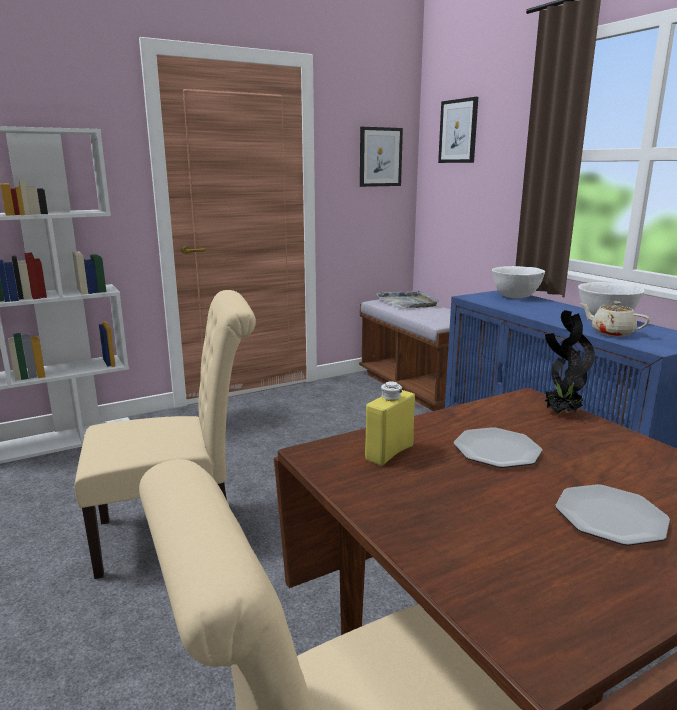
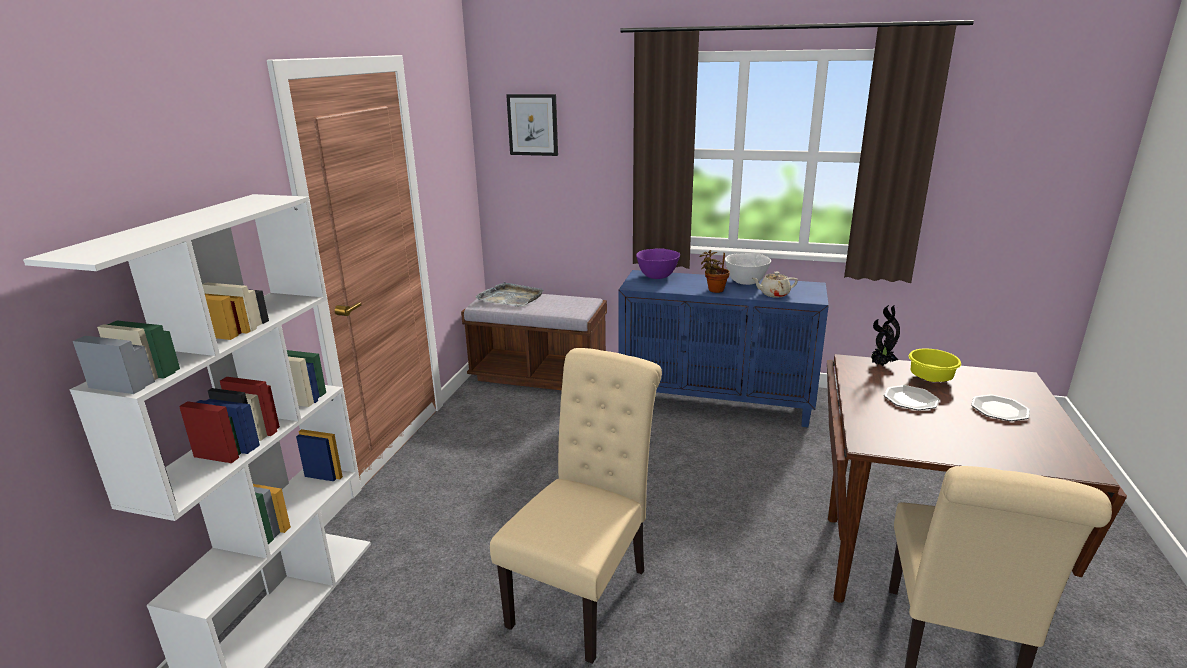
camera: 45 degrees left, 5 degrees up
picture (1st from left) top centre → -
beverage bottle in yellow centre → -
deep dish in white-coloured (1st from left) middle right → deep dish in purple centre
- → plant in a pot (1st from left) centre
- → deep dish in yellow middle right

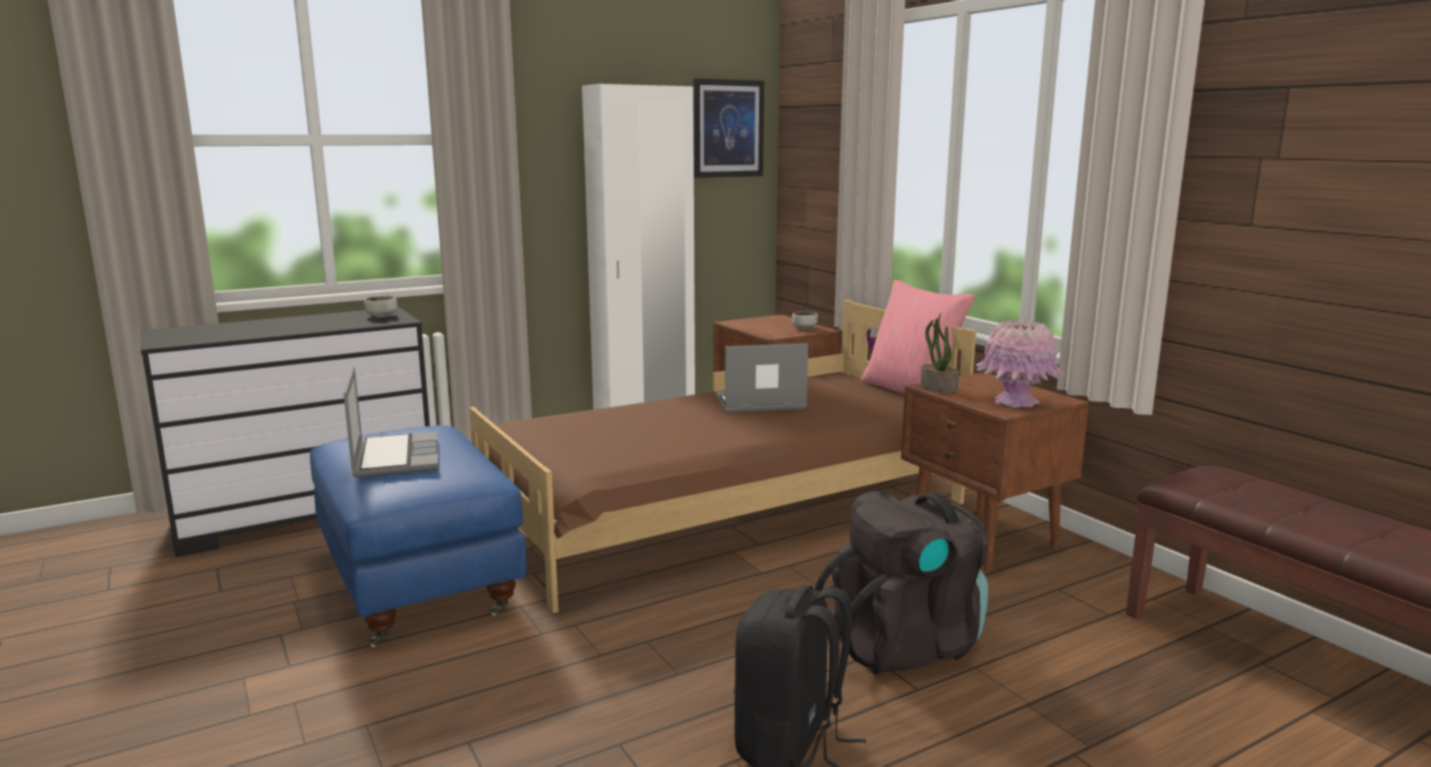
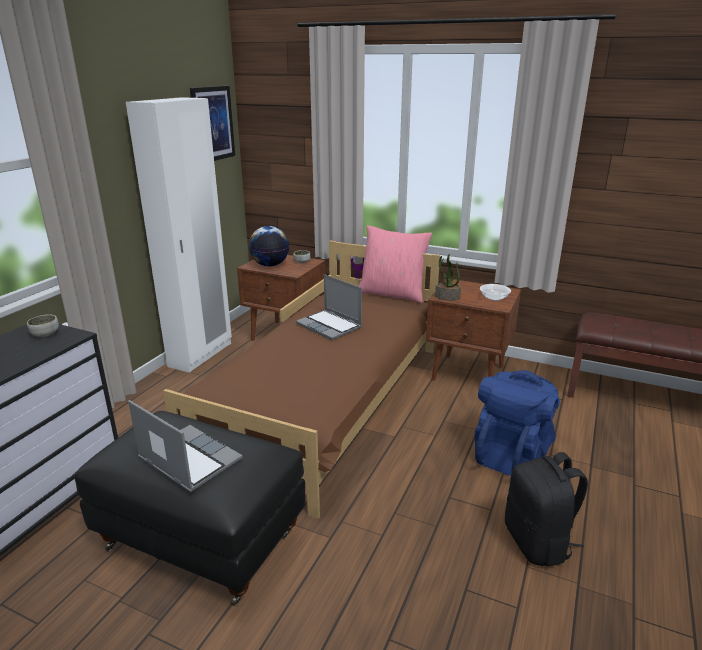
camera: 35 degrees left, 10 degrees up
ottoman in blue bottom left → ottoman in black-coloured bottom left
portable computer (2nd from left) centre, 90 degrees counterclockwise
backpack in black-coloured (2nd from left) bottom centre → backpack in blue middle right
flower vase in pink-coloured middle right → deep dish (3rd from left) middle right
- → world globe centre

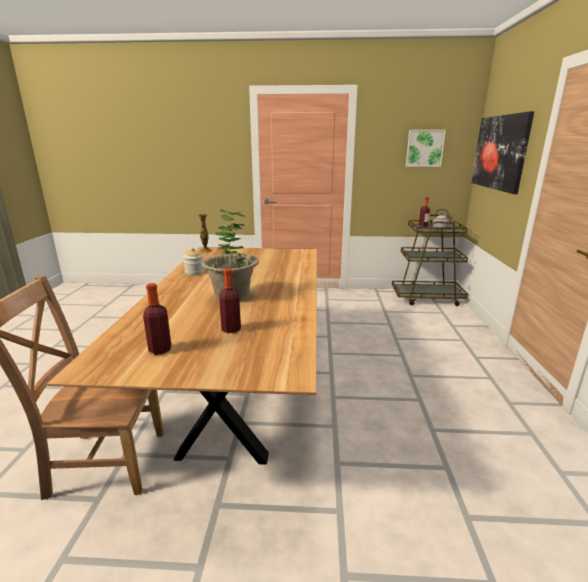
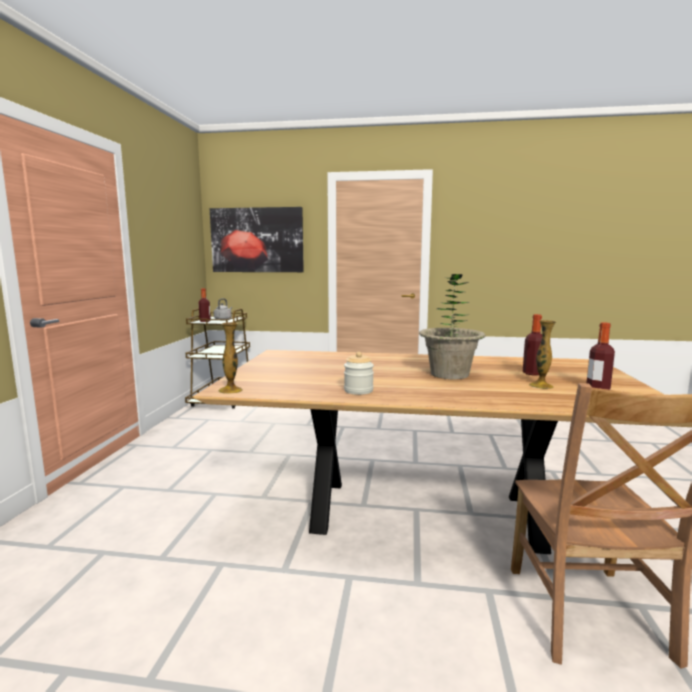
camera: 85 degrees left, 10 degrees down
picture (1st from left) top right → -
- → flower vase (2nd from left) middle right

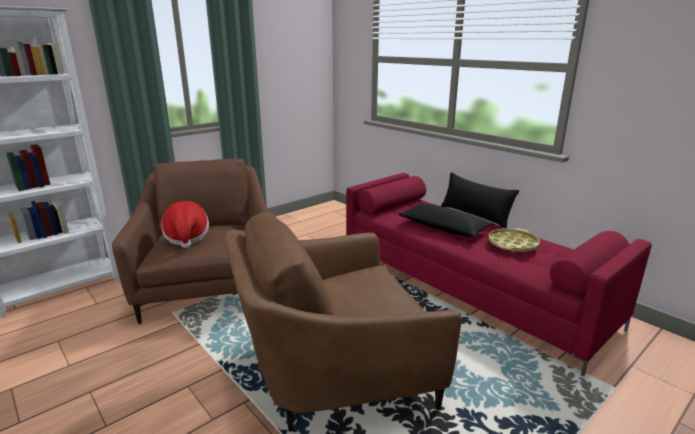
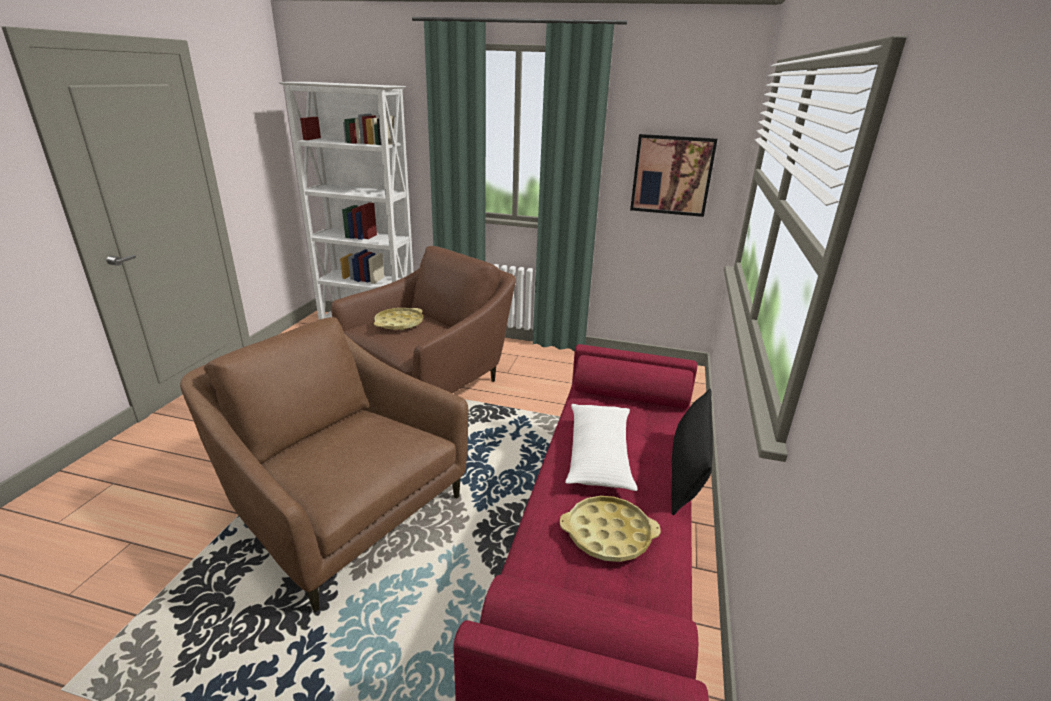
camera: 55 degrees right, 5 degrees up
clothing hat middle left → tray in yellow (1st from left) centre
throw pillow in black-coloured (1st from left) centre → throw pillow in white-coloured centre
- → picture top centre

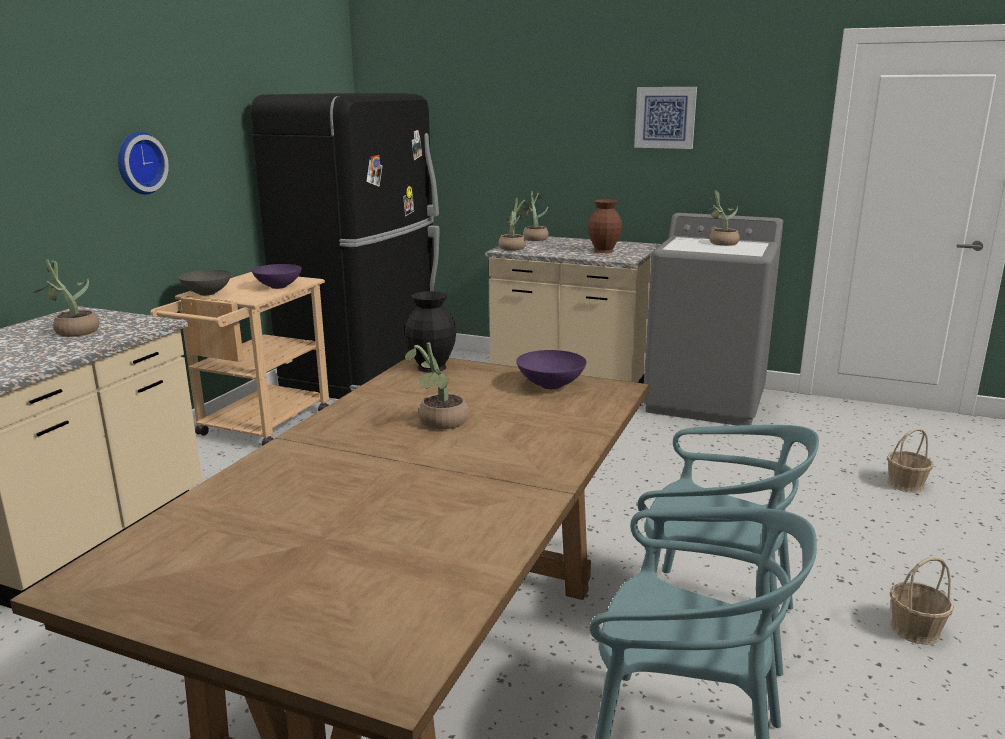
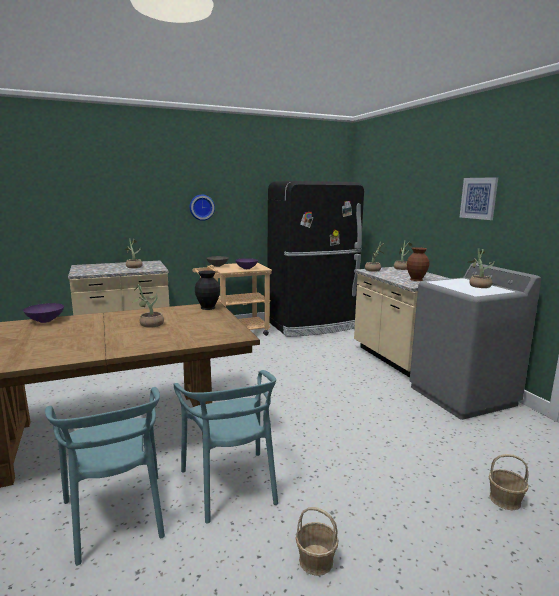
camera: 45 degrees right, 5 degrees down
deep dish in purple (2nd from left in the first image) centre → deep dish in purple (1st from left) middle left, move

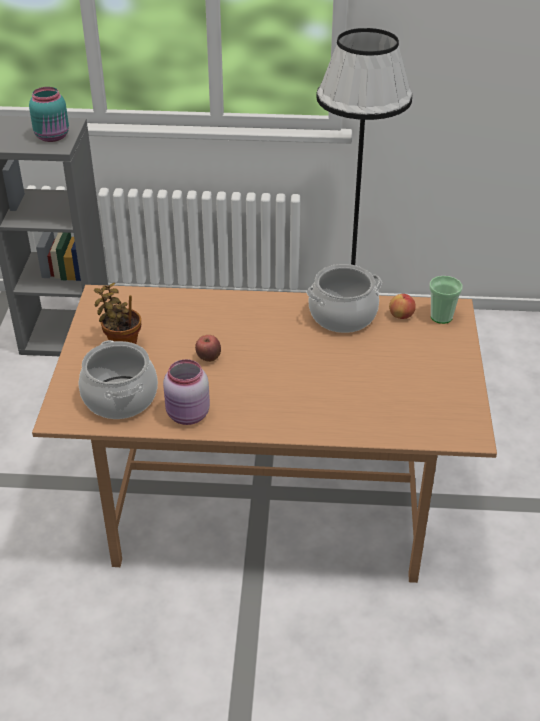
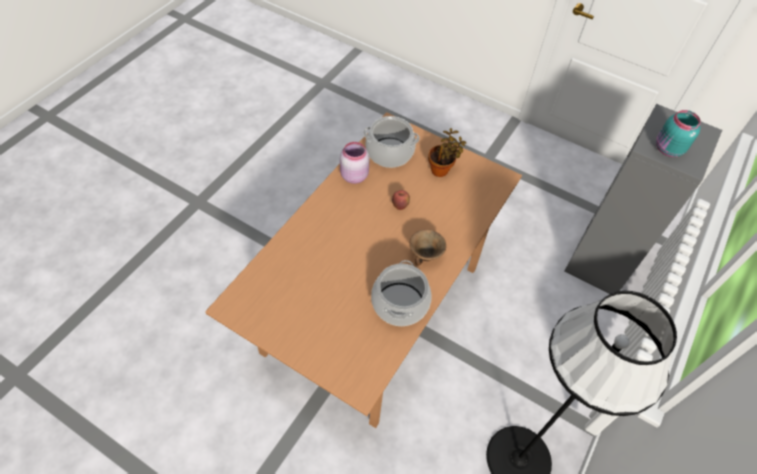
camera: 115 degrees right, 15 degrees up
apple (2nd from left) middle right → -
small cup middle right → -
- → deep dish in brownish centre

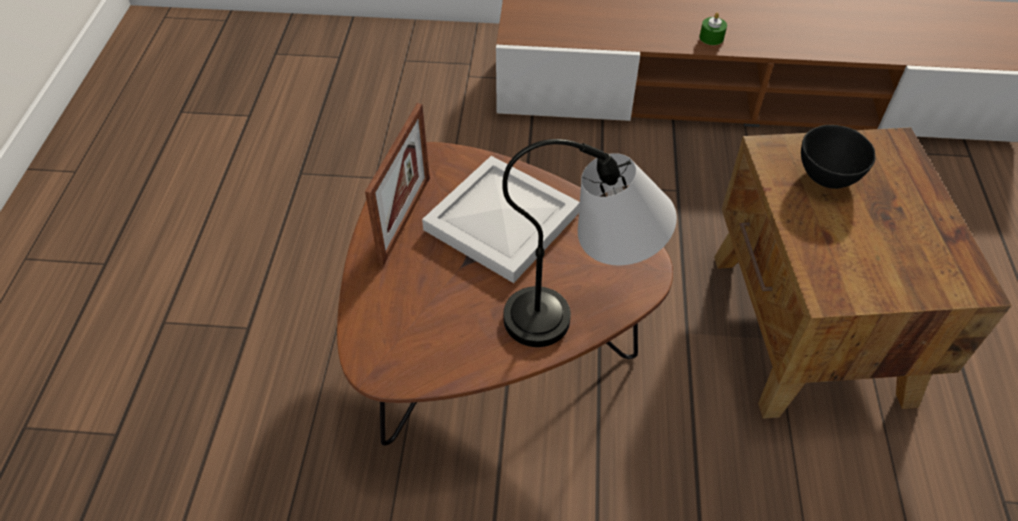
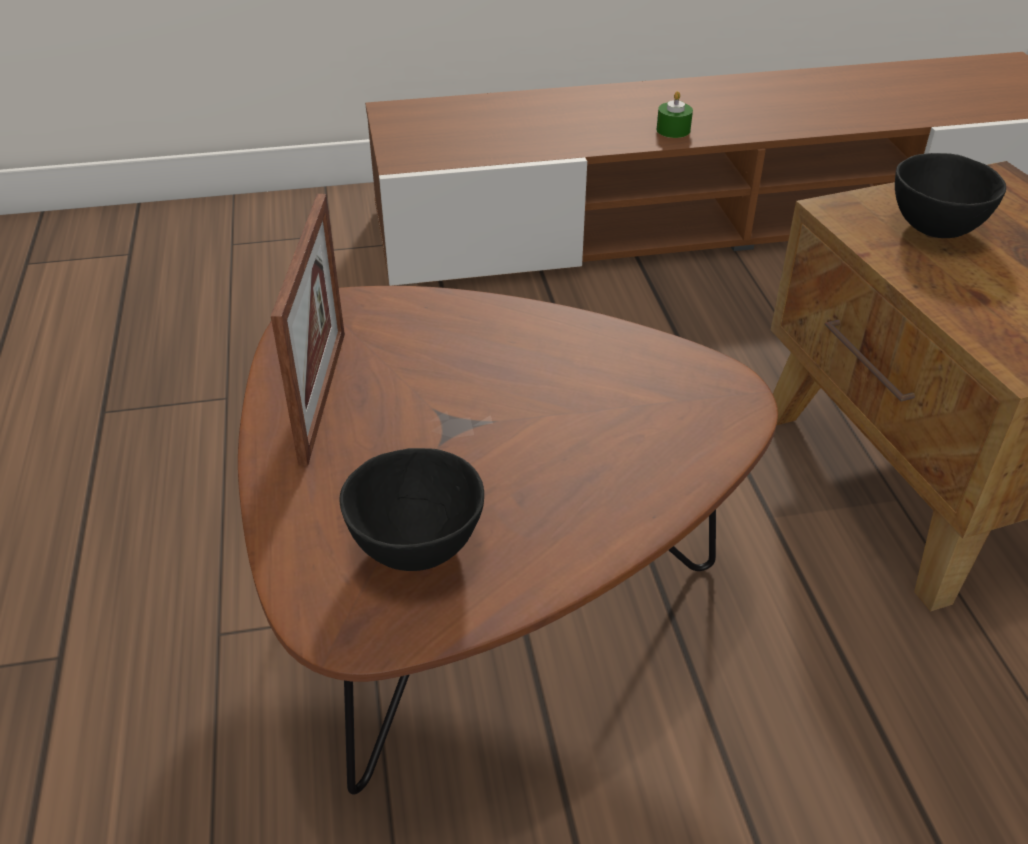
camera: 15 degrees left, 10 degrees down
tray in white-coloured centre → -
tabletop lamp centre → -
- → deep dish in black-coloured (1st from left) centre

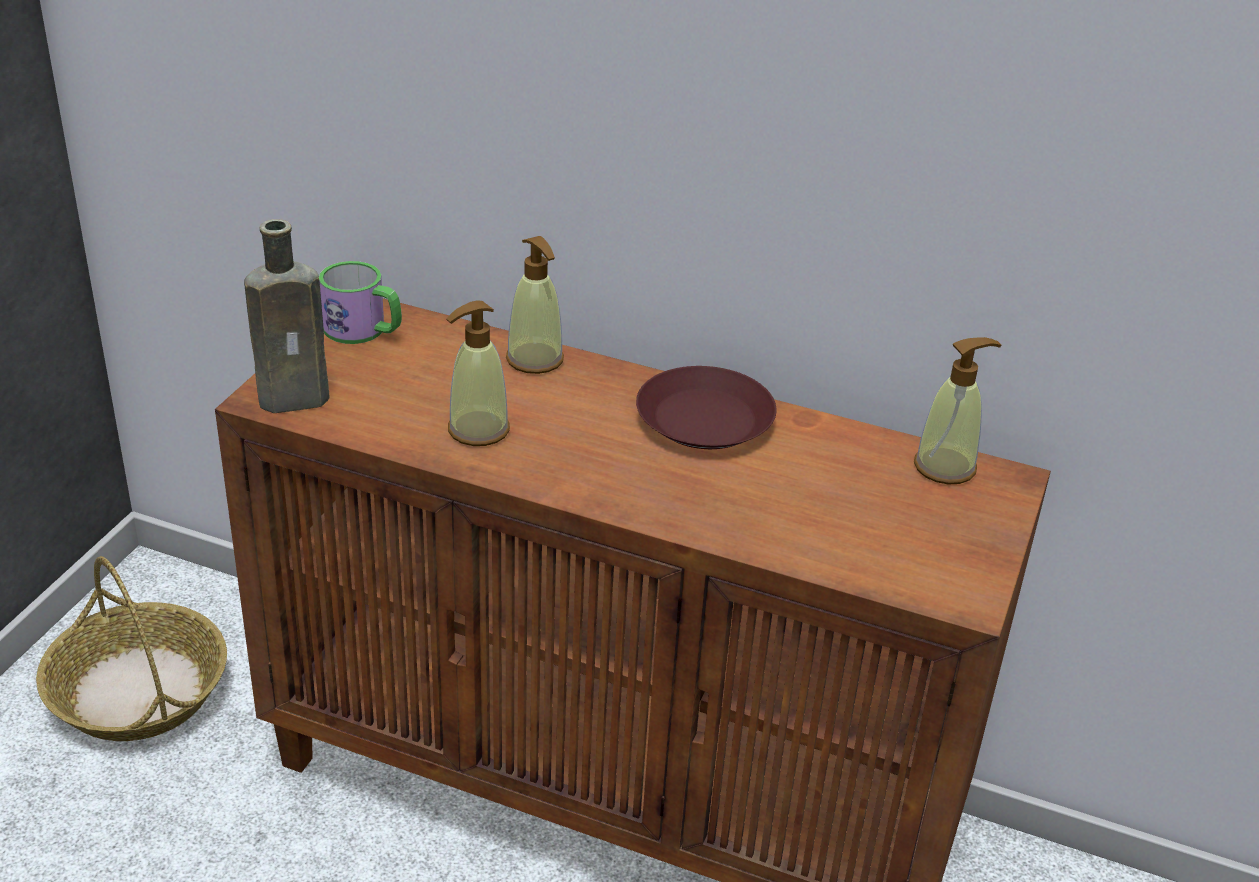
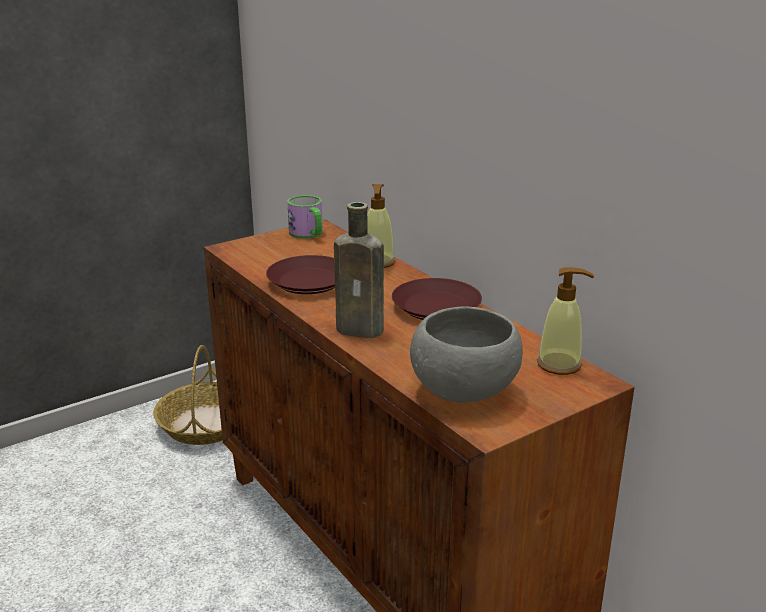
camera: 35 degrees right, 10 degrees down
beverage bottle in brownish middle left → beverage bottle in brownish centre, move
liquid soap bottle (1st from left) centre → flat dish in brownish (1st from left) centre
- → deep dish in greyish centre

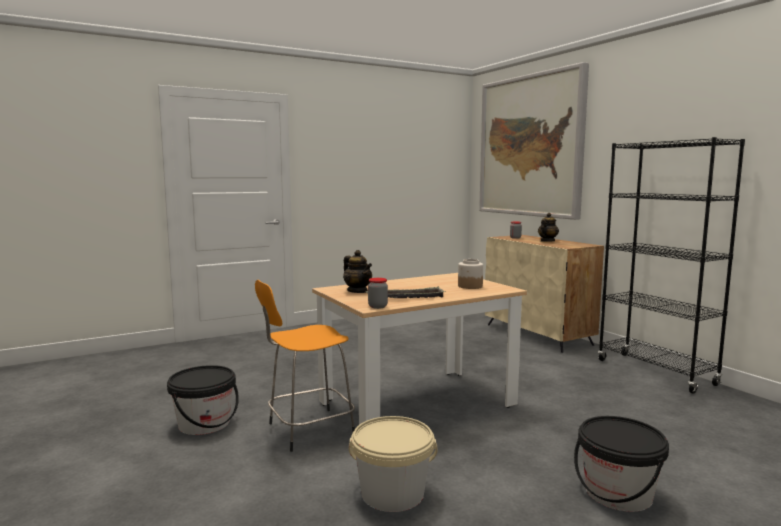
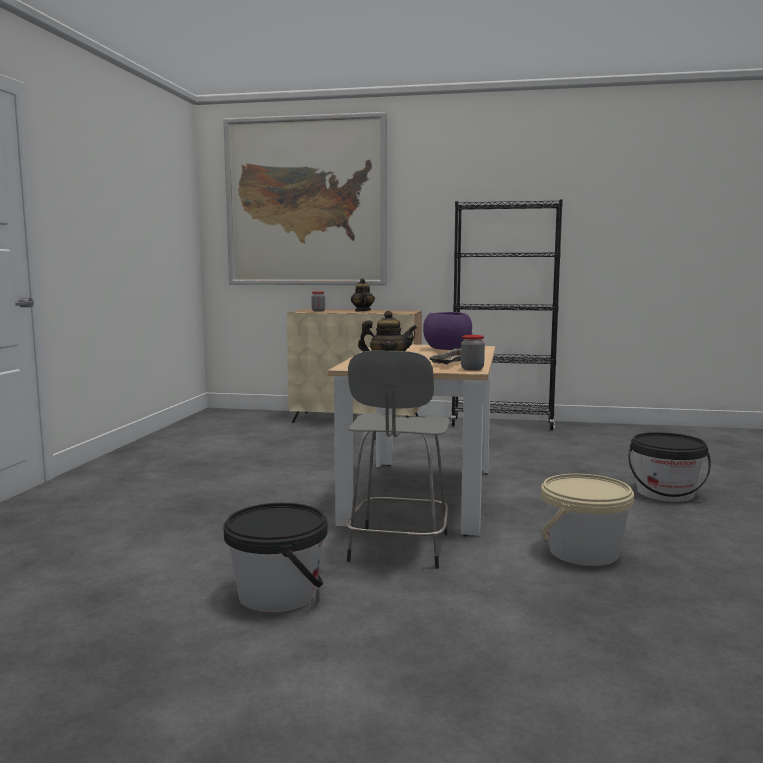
camera: 50 degrees left, 0 degrees up
sitting stool in orange-coloured bottom centre → sitting stool in greyish centre
storage jar (2nd from left) centre → deep dish in purple centre

